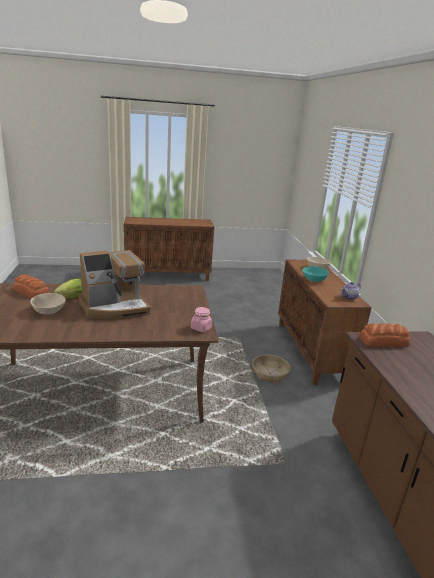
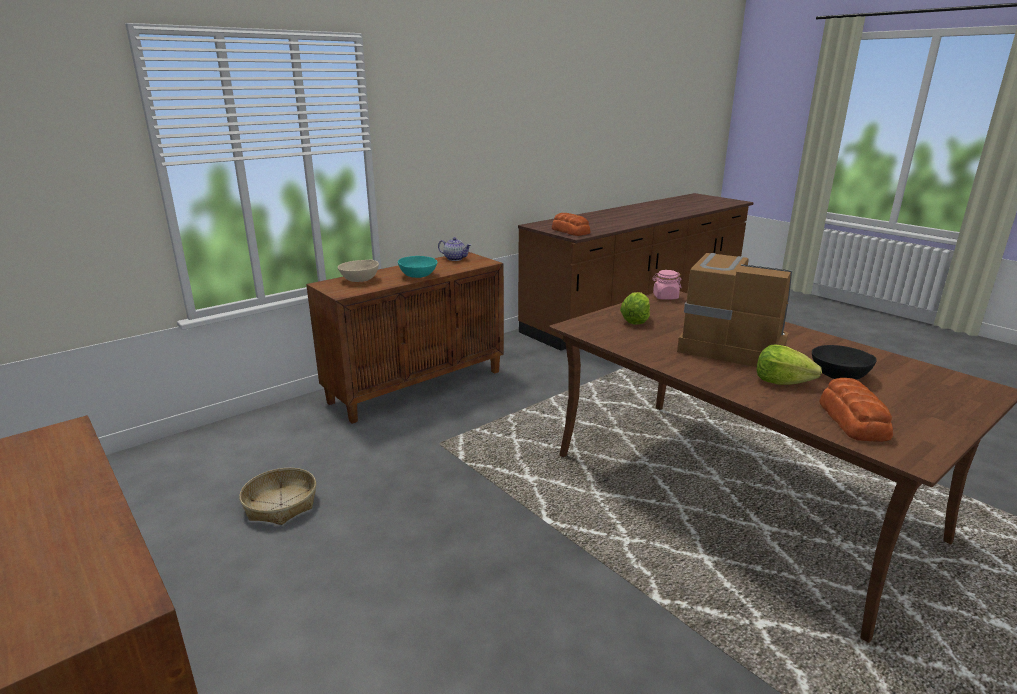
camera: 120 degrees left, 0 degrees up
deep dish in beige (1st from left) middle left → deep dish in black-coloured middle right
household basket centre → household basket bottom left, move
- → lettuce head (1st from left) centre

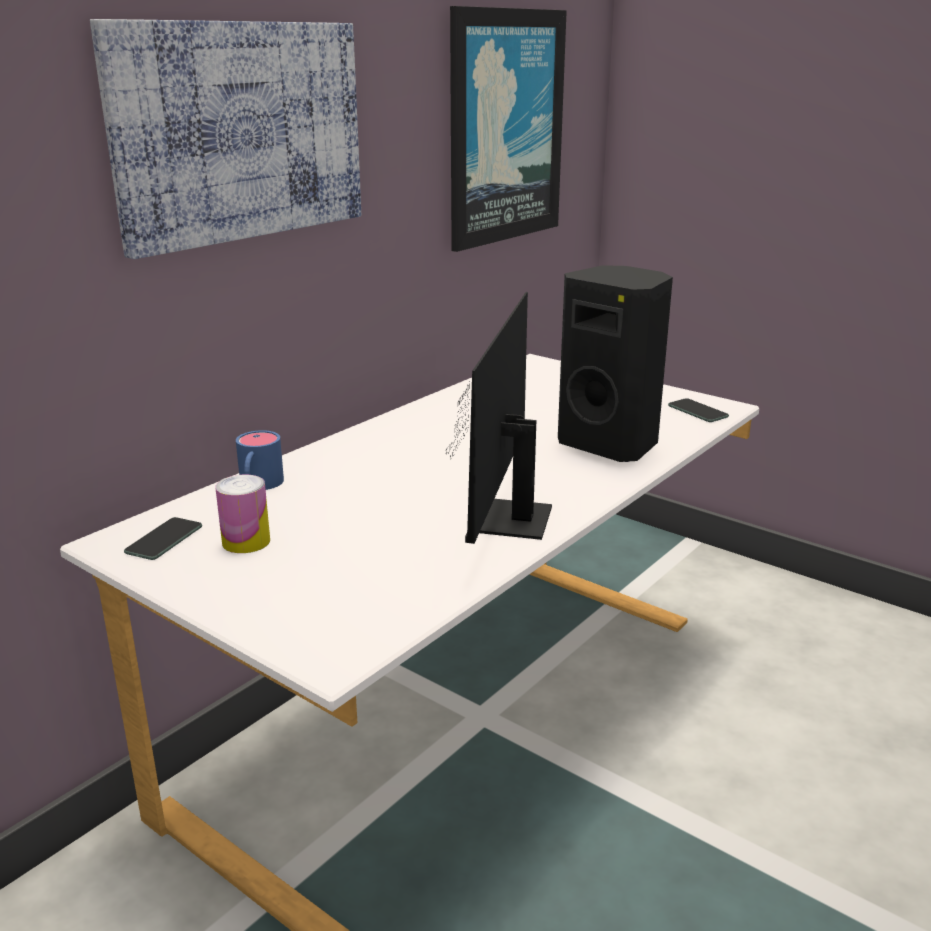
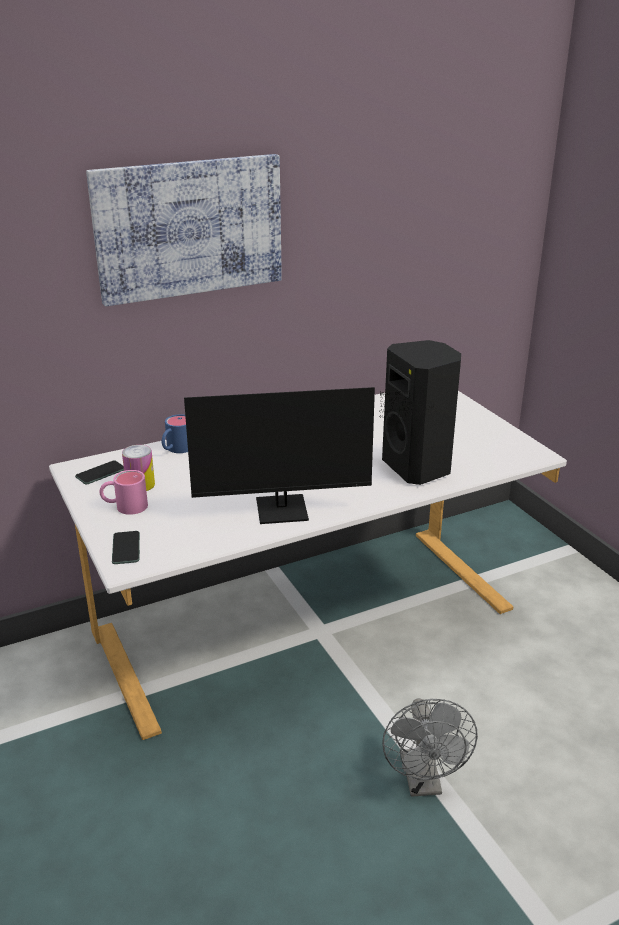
camera: 25 degrees right, 5 degrees up
monitor centre, 135 degrees counterclockwise
picture (2nd from left) top centre → -
handset (2nd from left) middle right → handset (2nd from left) middle left, move
- → tea mug in pink-coloured middle left
- → fan in greyish bottom right

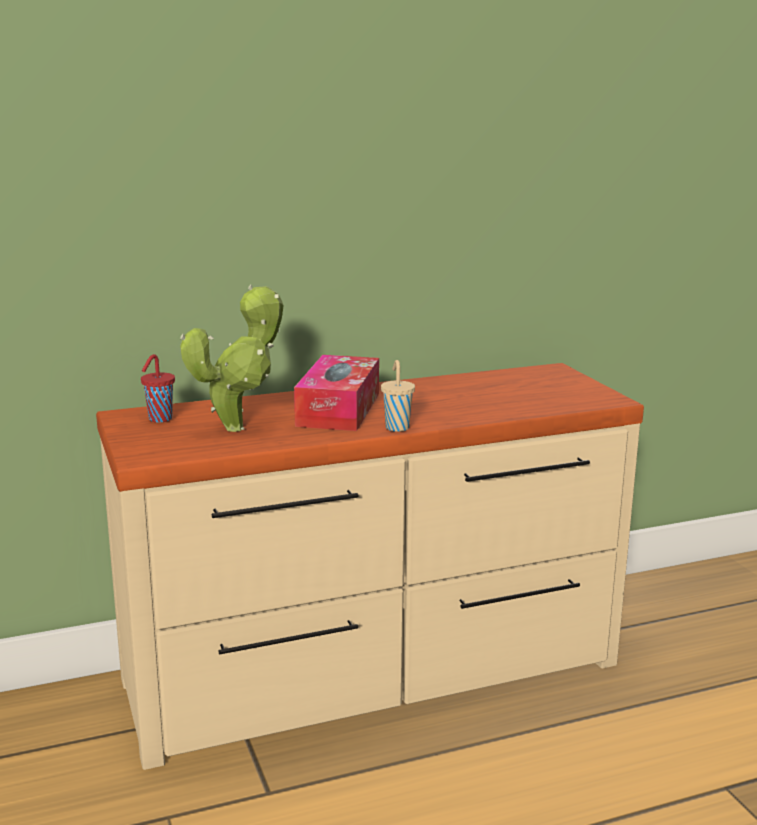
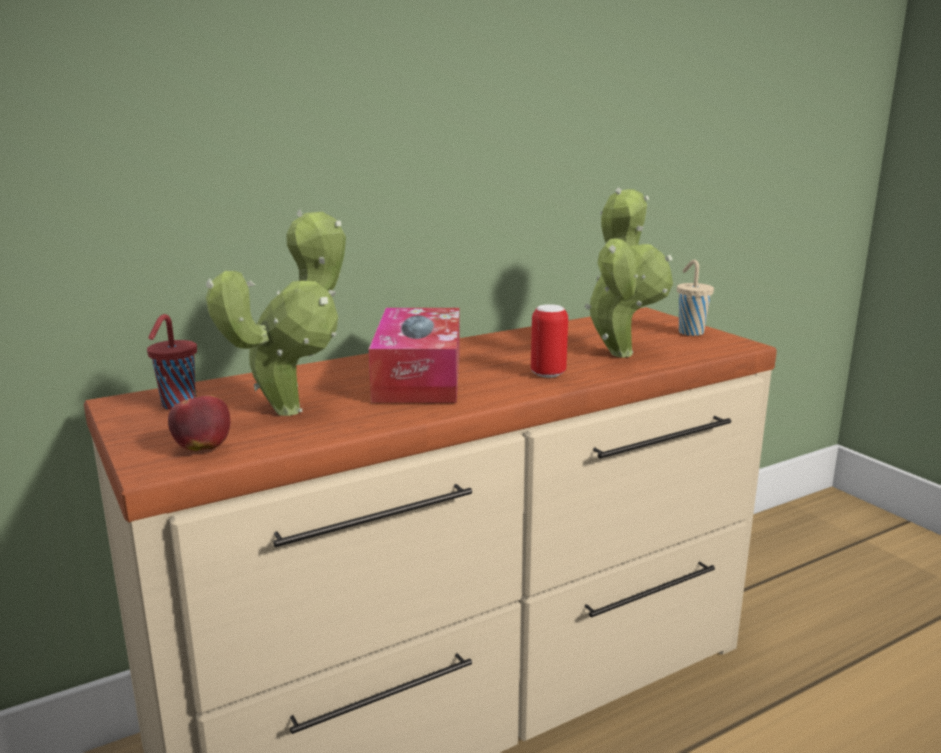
camera: 10 degrees left, 0 degrees up
small cup in beige centre → small cup in beige middle right, move
- → apple middle left
- → can centre
- → plant in a pot (2nd from left) middle right

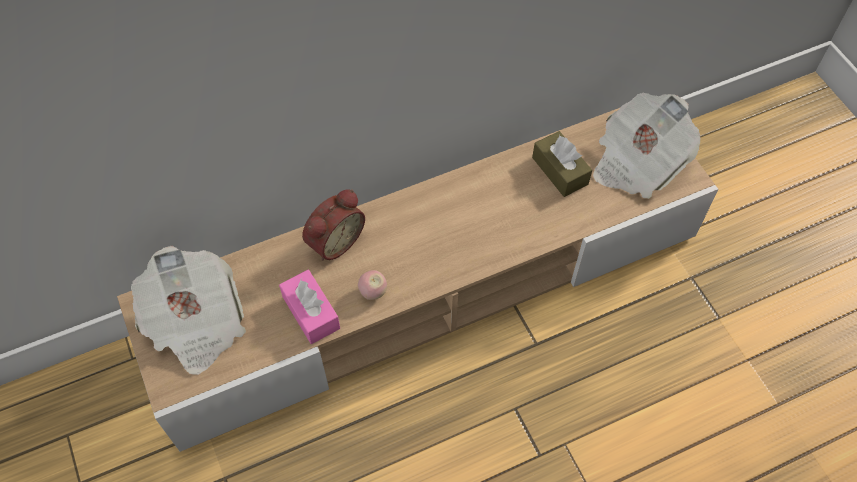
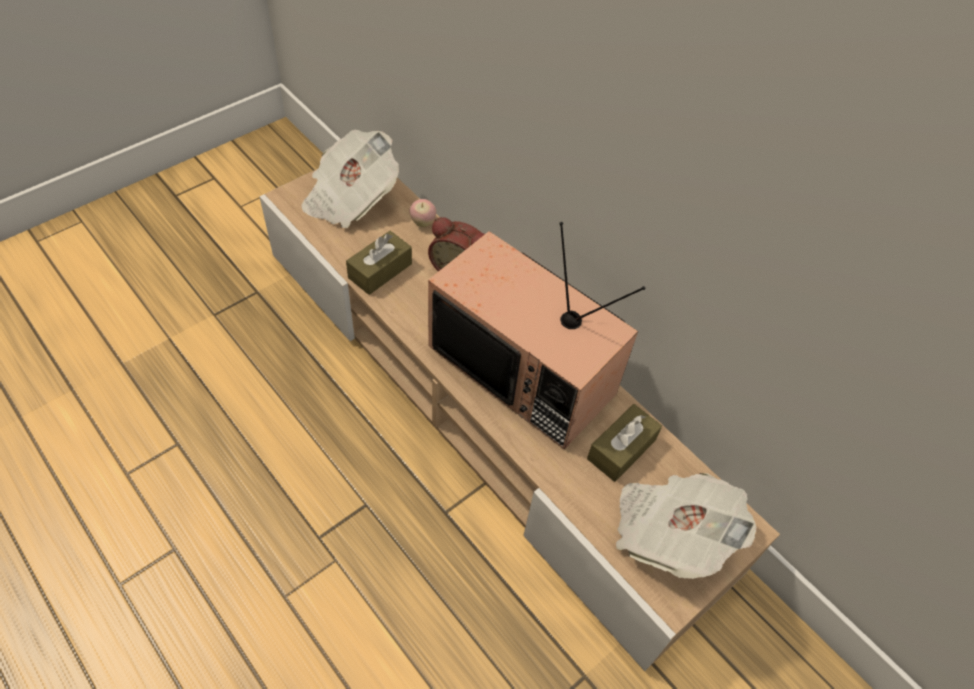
camera: 70 degrees right, 5 degrees down
box of tissues in pink-coloured centre → box of tissues in brownish (1st from left) centre
apple centre → apple top centre, move
- → television centre

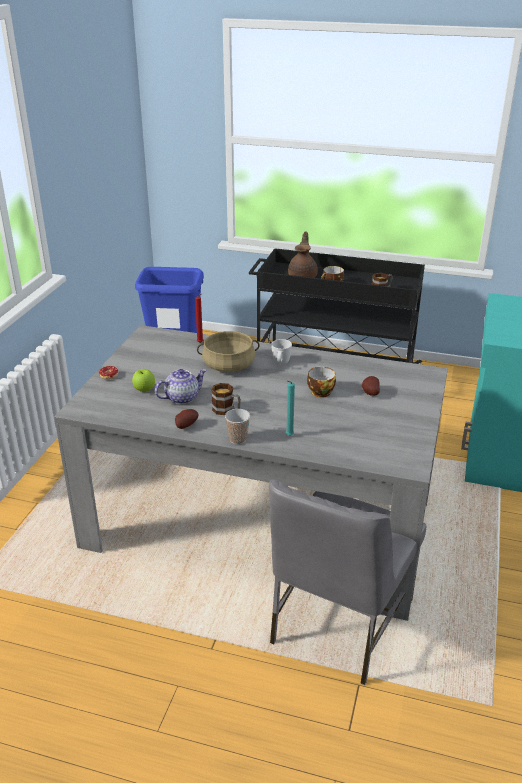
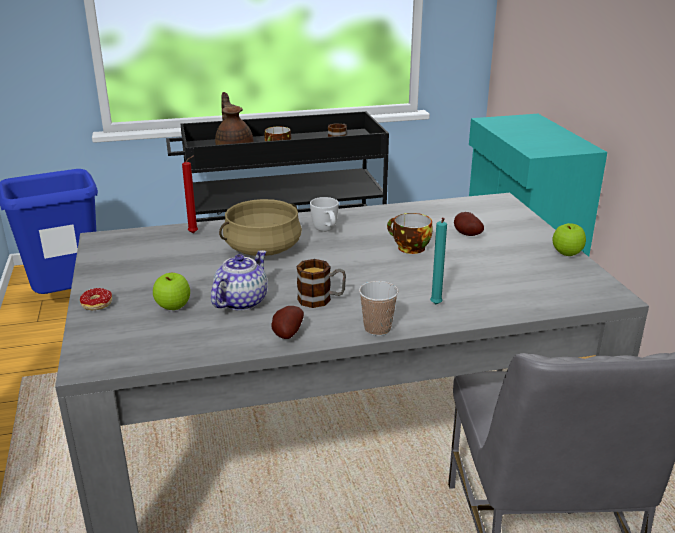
camera: 30 degrees left, 5 degrees down
- → apple (2nd from left) middle right

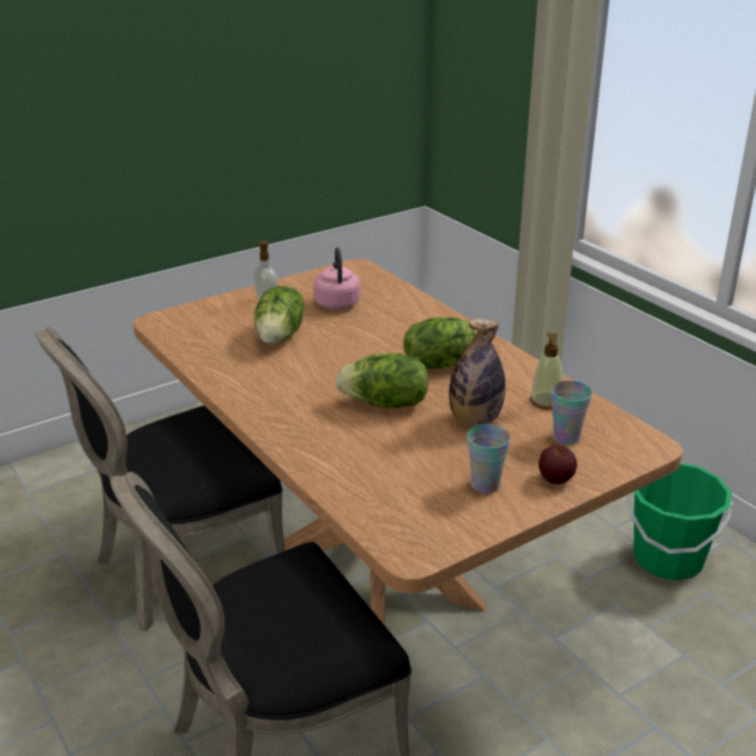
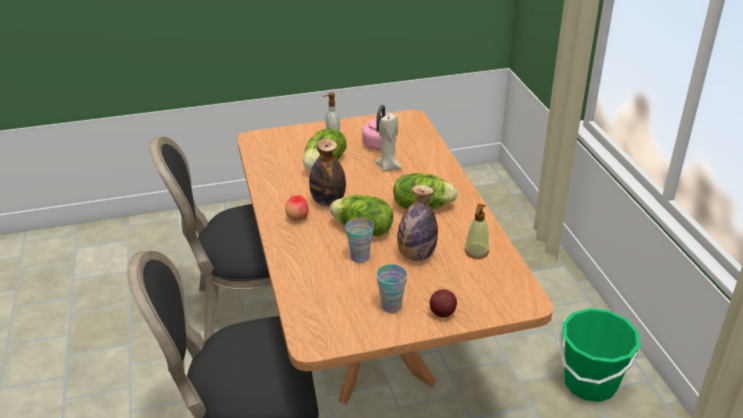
camera: 20 degrees right, 5 degrees up
small cup (2nd from left in the first image) middle right → small cup (1st from left) centre, move
- → apple (1st from left) centre
- → beverage bottle (1st from left) centre
- → wax candle in beige centre

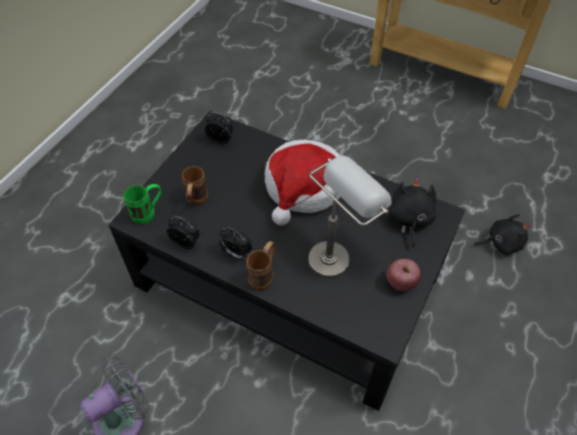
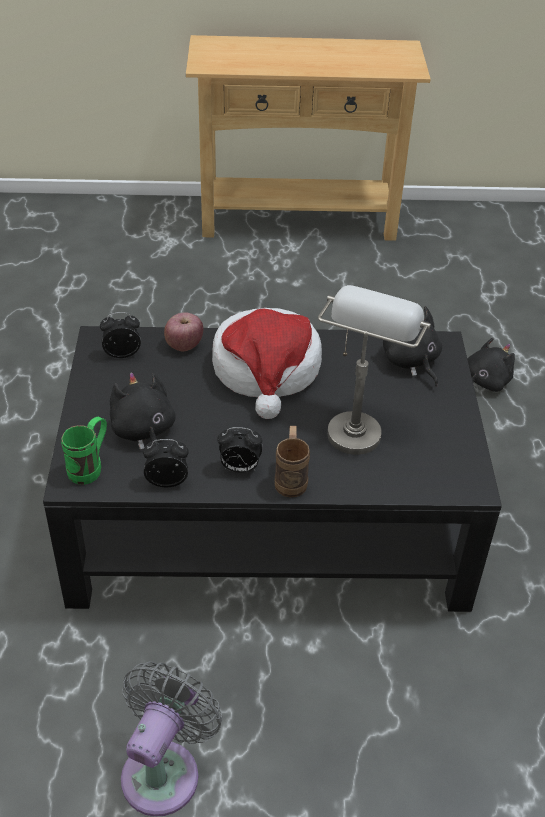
camera: 30 degrees left, 10 degrees down
tea mug in brownish (1st from left) centre → soft toy in black-coloured (1st from left) middle left
apple middle right → apple centre, move

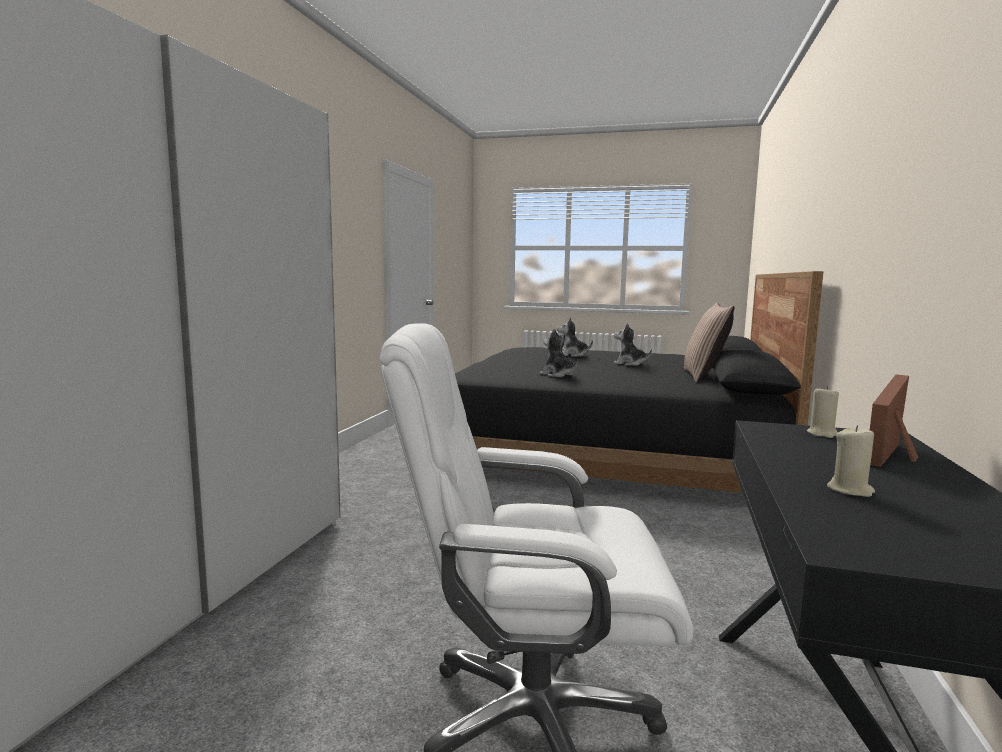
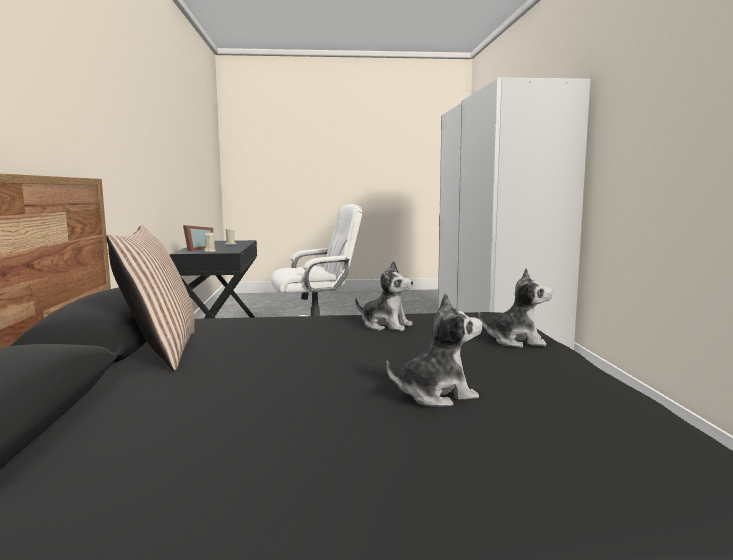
camera: 160 degrees right, 0 degrees up
soft toy (3rd from left) centre → soft toy (3rd from left) middle right, move

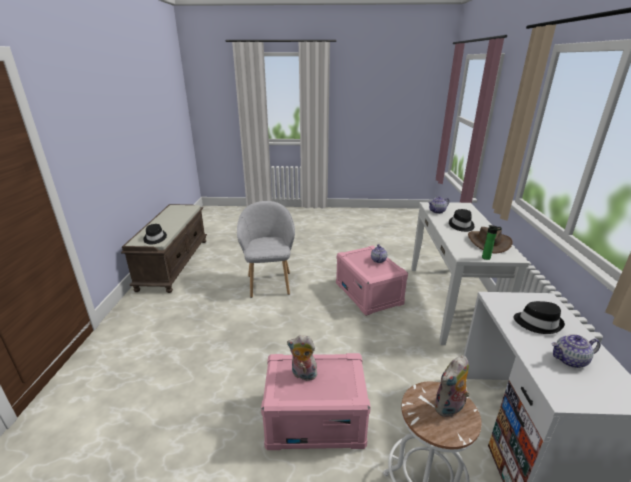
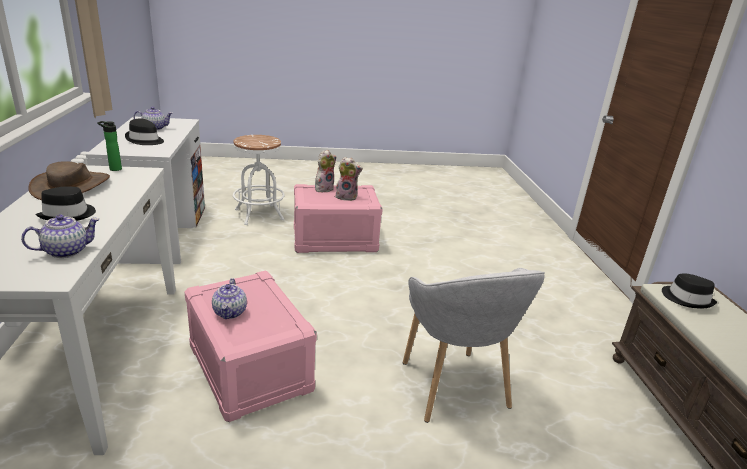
camera: 170 degrees right, 0 degrees up
soft toy (2nd from left in the first image) bottom right → soft toy (1st from left) centre, move

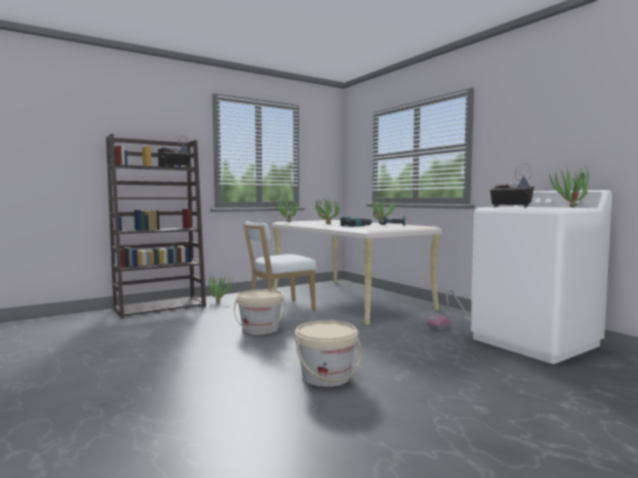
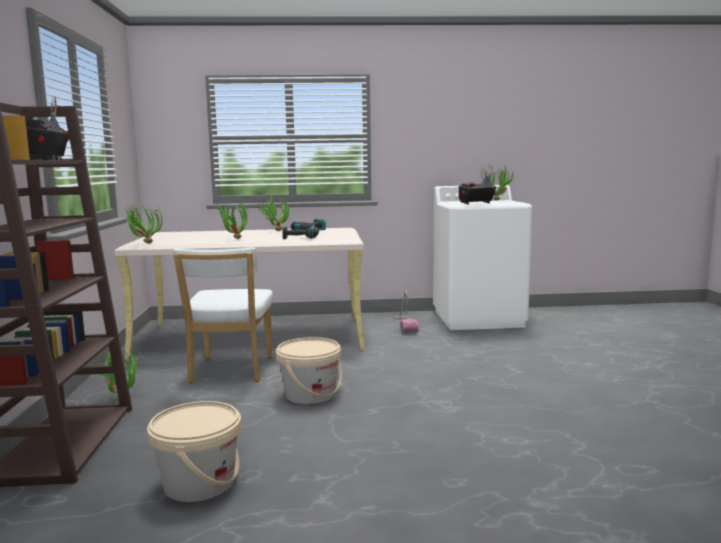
camera: 60 degrees left, 5 degrees up
pail in beige (2nd from left in the first image) bottom centre → pail in beige (1st from left) bottom left, move

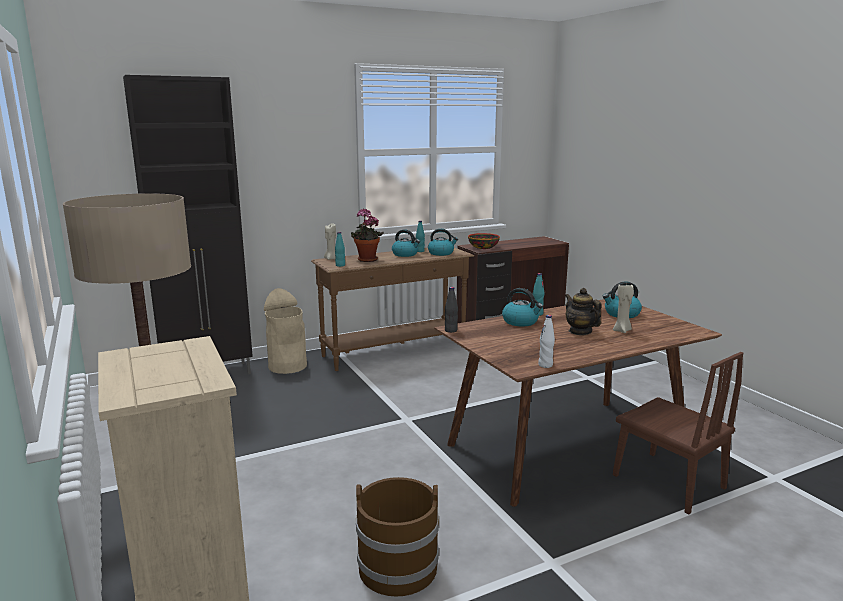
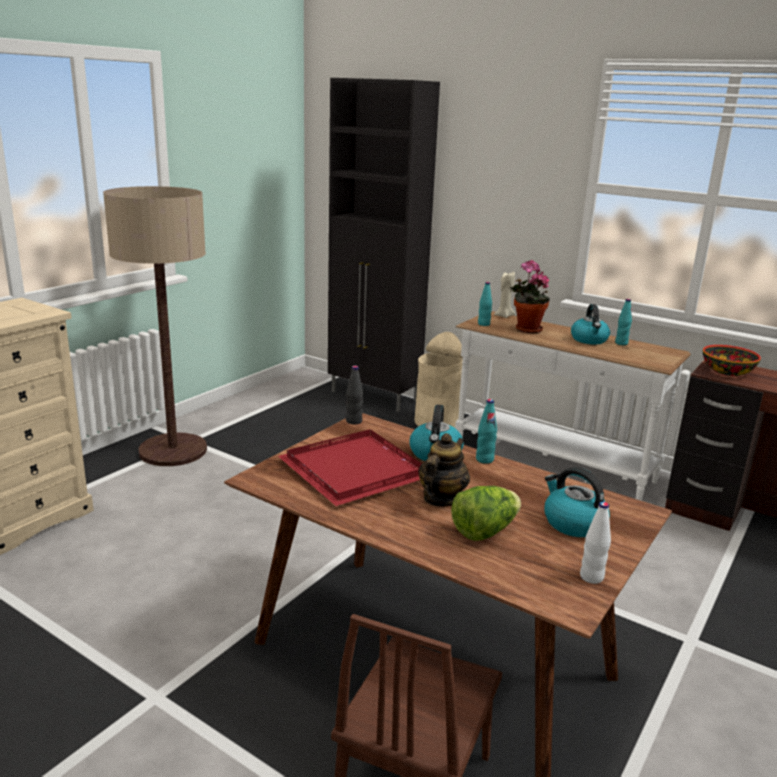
camera: 60 degrees right, 5 degrees up
console table in brownish centre → console table in white-coloured middle right
pail in brownish bottom centre → -
kettle (2nd from left) centre → -
beverage bottle in white-coloured centre → beverage bottle in white-coloured bottom right, move
wax candle in beige (2nd from left) middle right → lettuce head centre
- → tray in reddish centre

